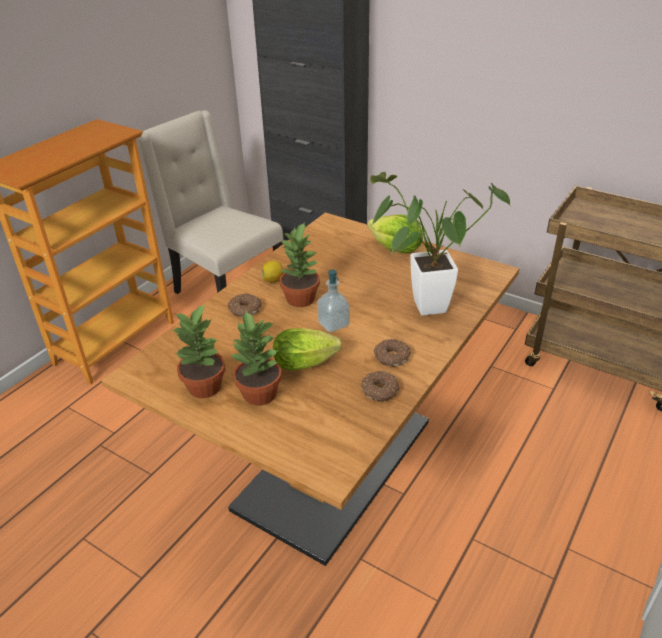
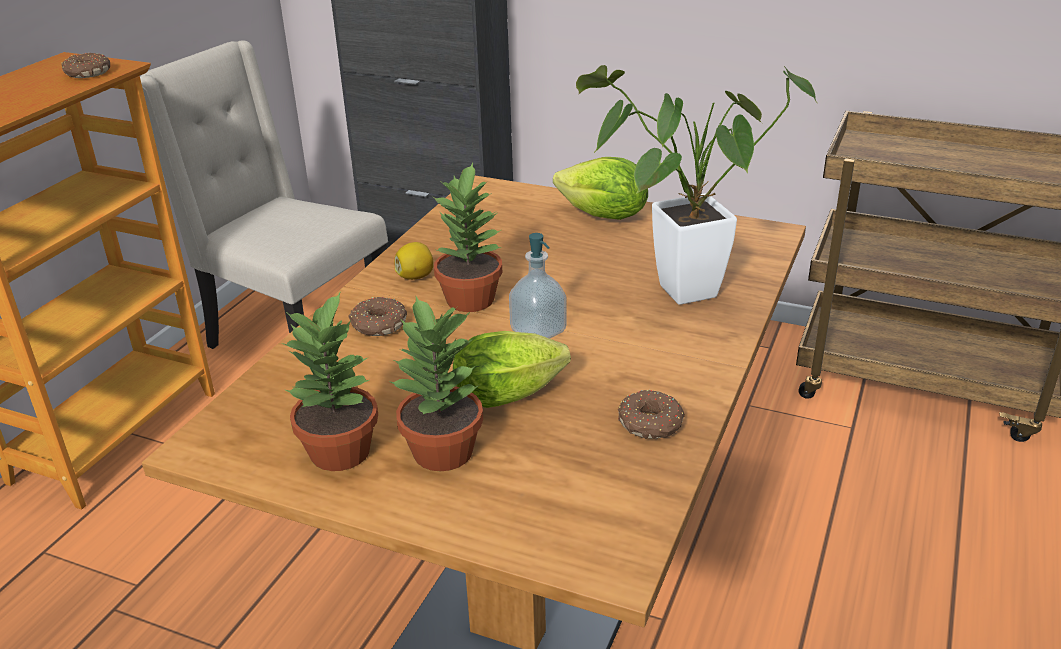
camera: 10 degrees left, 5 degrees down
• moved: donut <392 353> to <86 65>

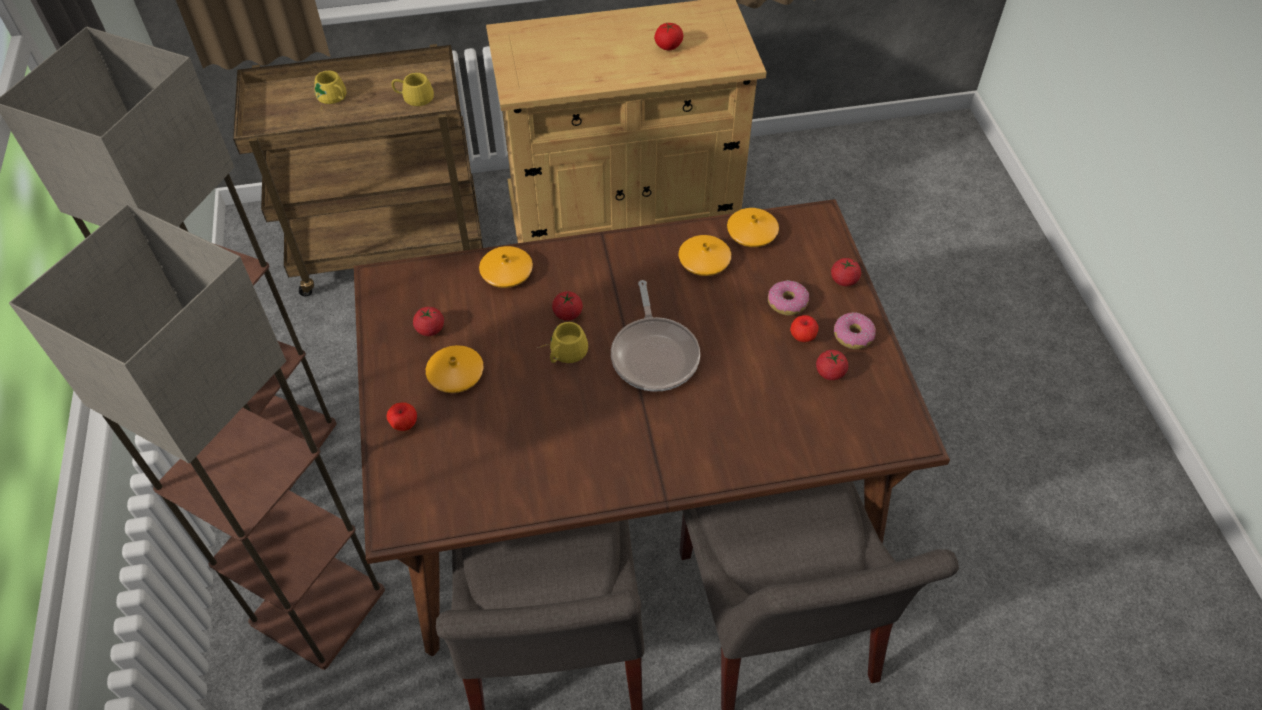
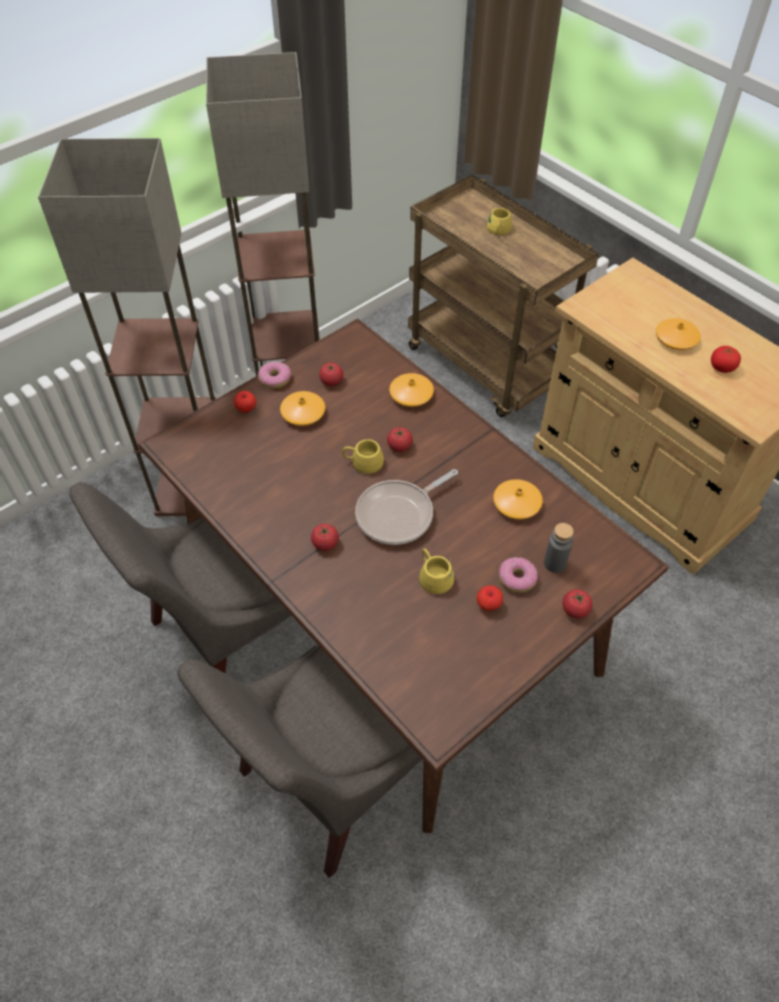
camera: 60 degrees right, 0 degrees up
• moved: yellow_mug <413 89> to <436 571>
• moved: orange_vase <753 227> to <678 334>
• moved: tomato <832 365> to <325 537>
• moved: donut <855 330> to <274 374>
• added: grey_bottle <559 548>

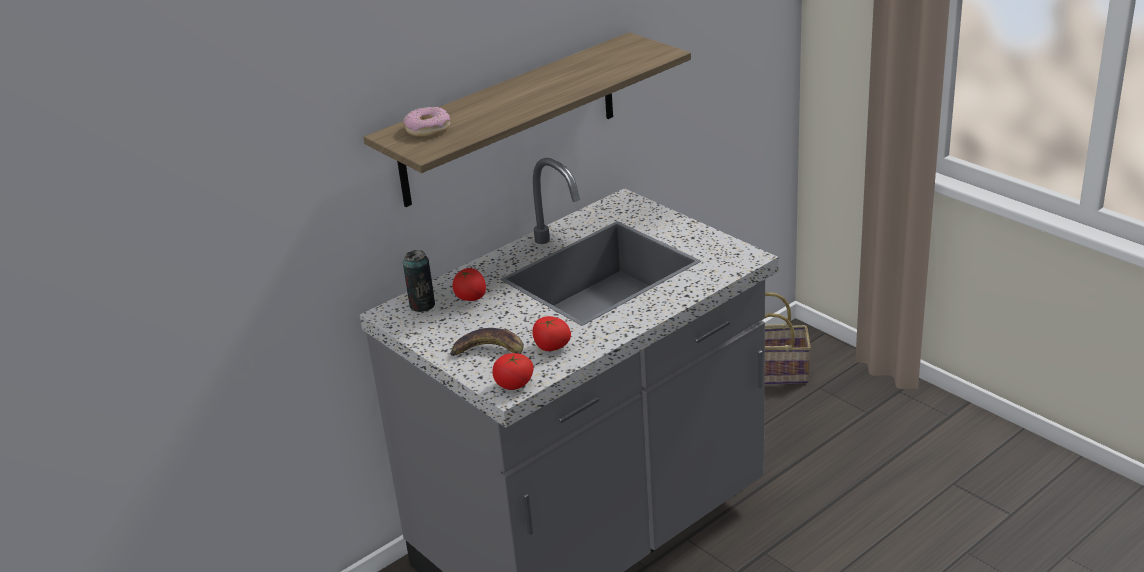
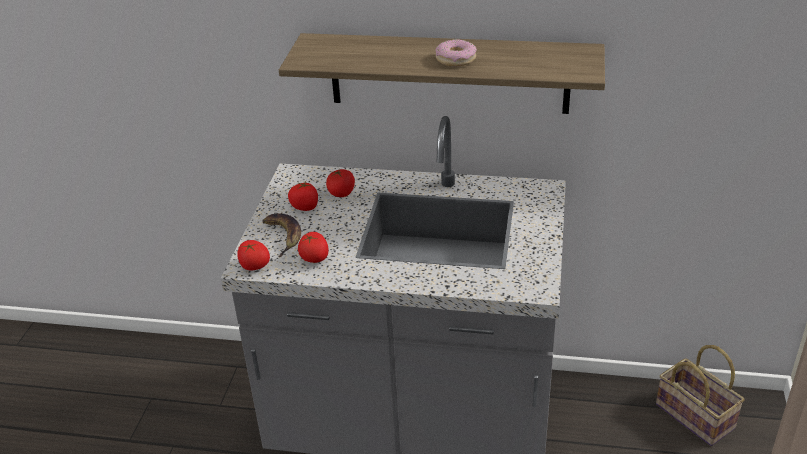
camera: 50 degrees right, 5 degrees up
• moved: donut <426 122> to <456 52>
• removed: can <419 281>
• added: tomato <303 196>

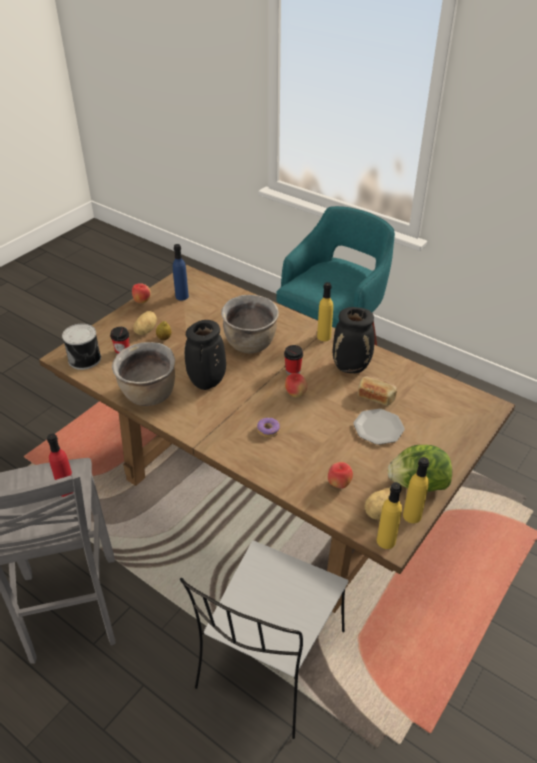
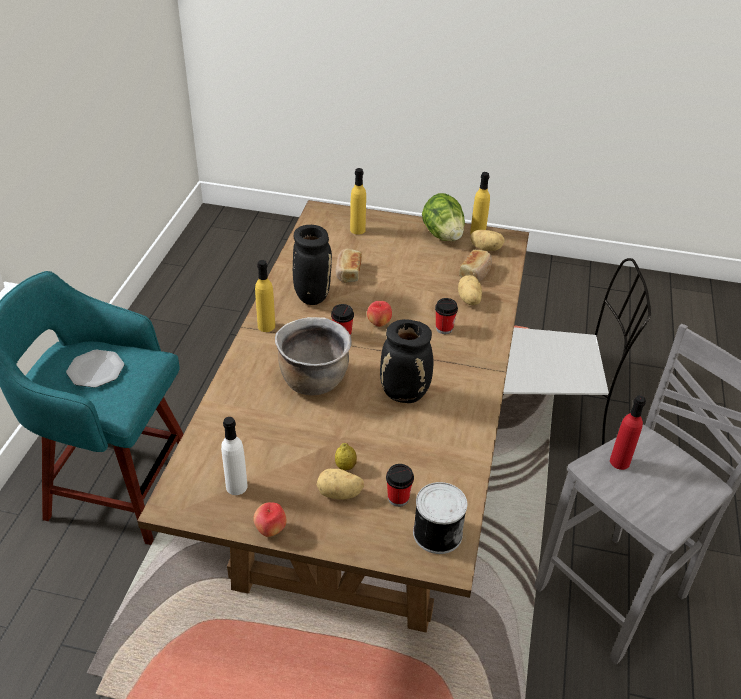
camera: 115 degrees left, 0 degrees up
• removed: brown_cooking_pot <143 374>
• recoloured: blue_bottle <181 272> to white_bottle <234 456>
• replaced: donut <268 427> to cup <446 316>
• replaced: apple <340 475> to bread <475 266>
• moved: plate <379 427> to <95 369>
• moved: yellow_bottle <389 515> to <358 201>
• added: potato <470 290>

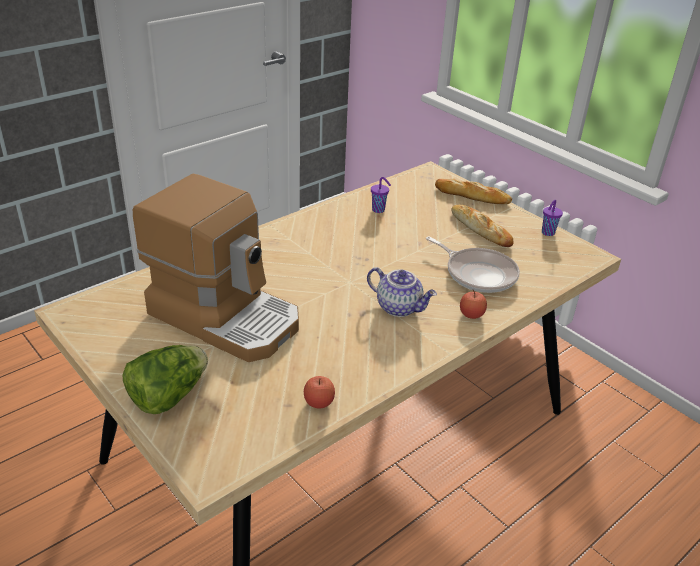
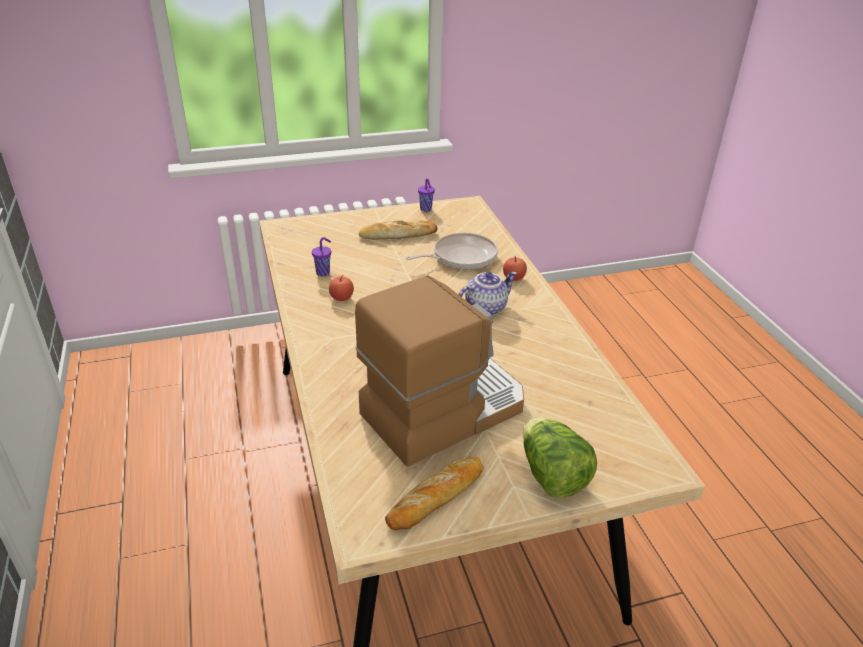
camera: 65 degrees left, 0 degrees up
• moved: apple <319 392> to <341 288>
• moved: bread <473 191> to <434 493>

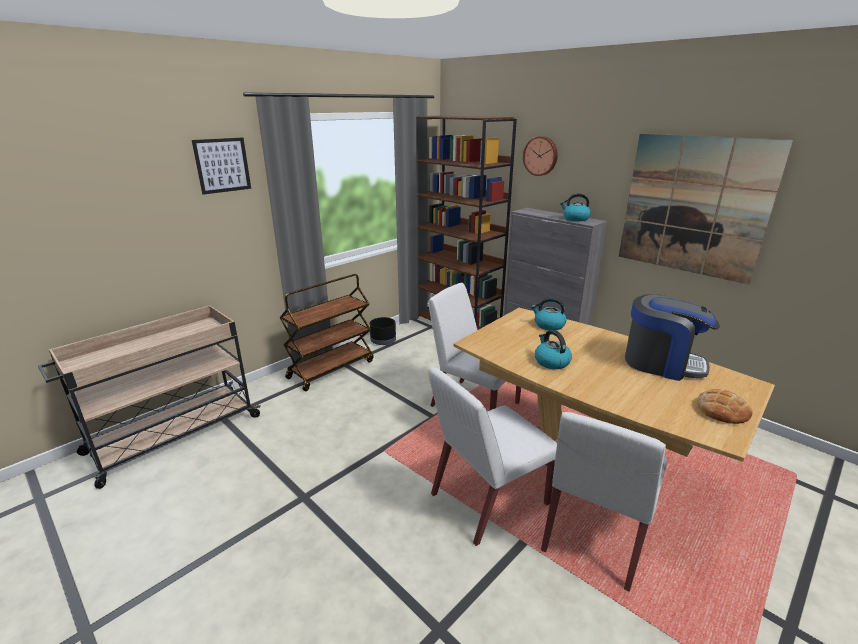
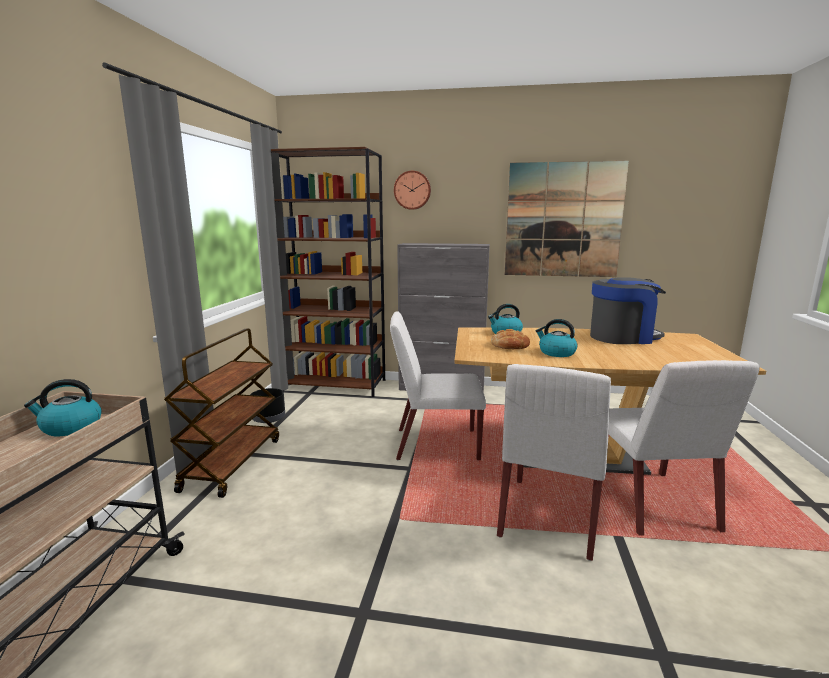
camera: 35 degrees left, 10 degrees down
• removed: picture <221 166>
• moved: kettle <575 207> to <63 407>
• moved: bread <725 406> to <510 339>

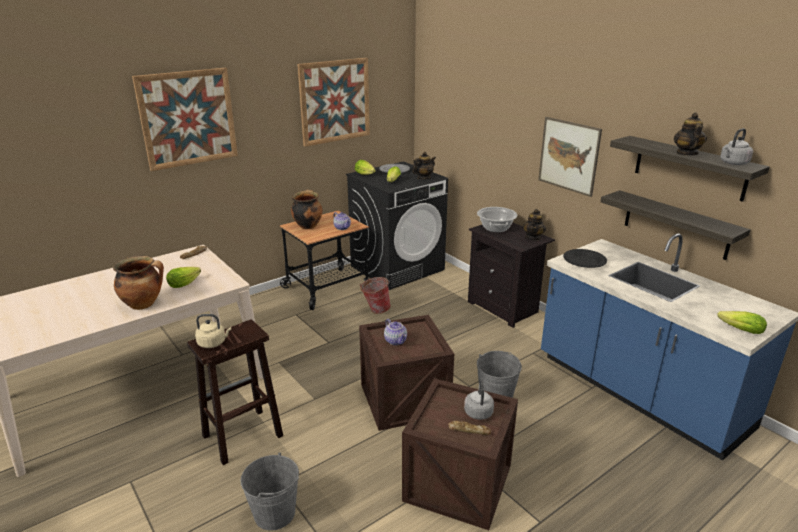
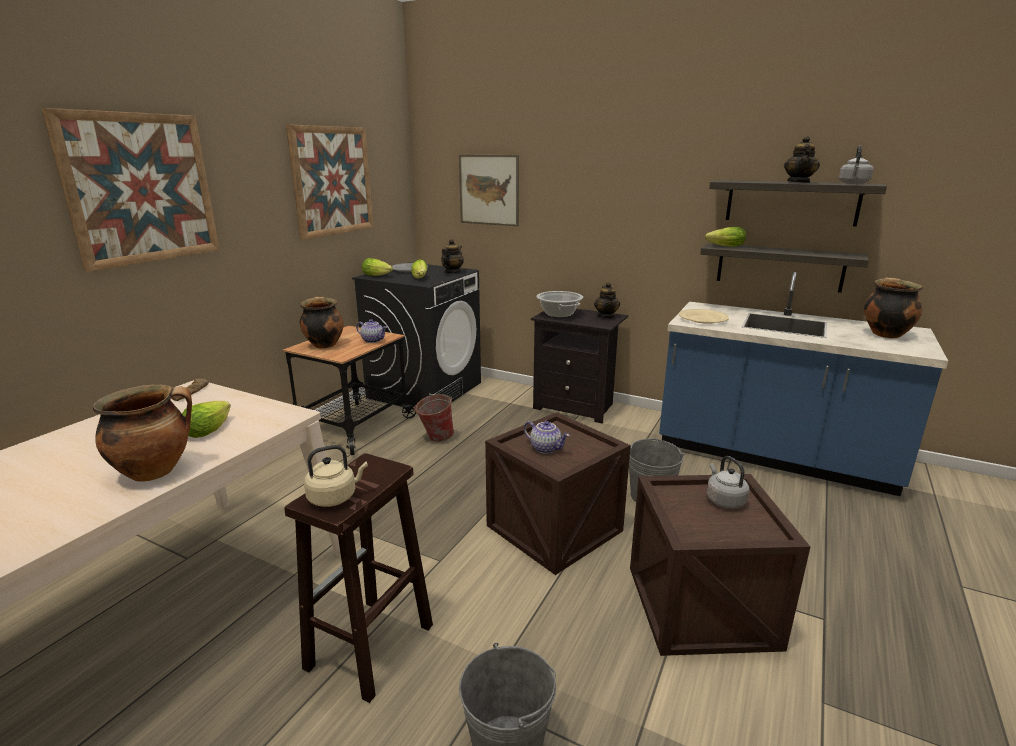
camera: 25 degrees left, 5 degrees down
• removed: bread <469 428>
• moved: picture <570 157> to <489 190>
• recoloured: black_plate <585 258> to beige_plate <704 316>
• turned: teapot <690 134> = <802 159> 150 degrees counterclockwise
• moved: lettuce <742 322> to <725 237>
• added: cooking_pot <893 307>

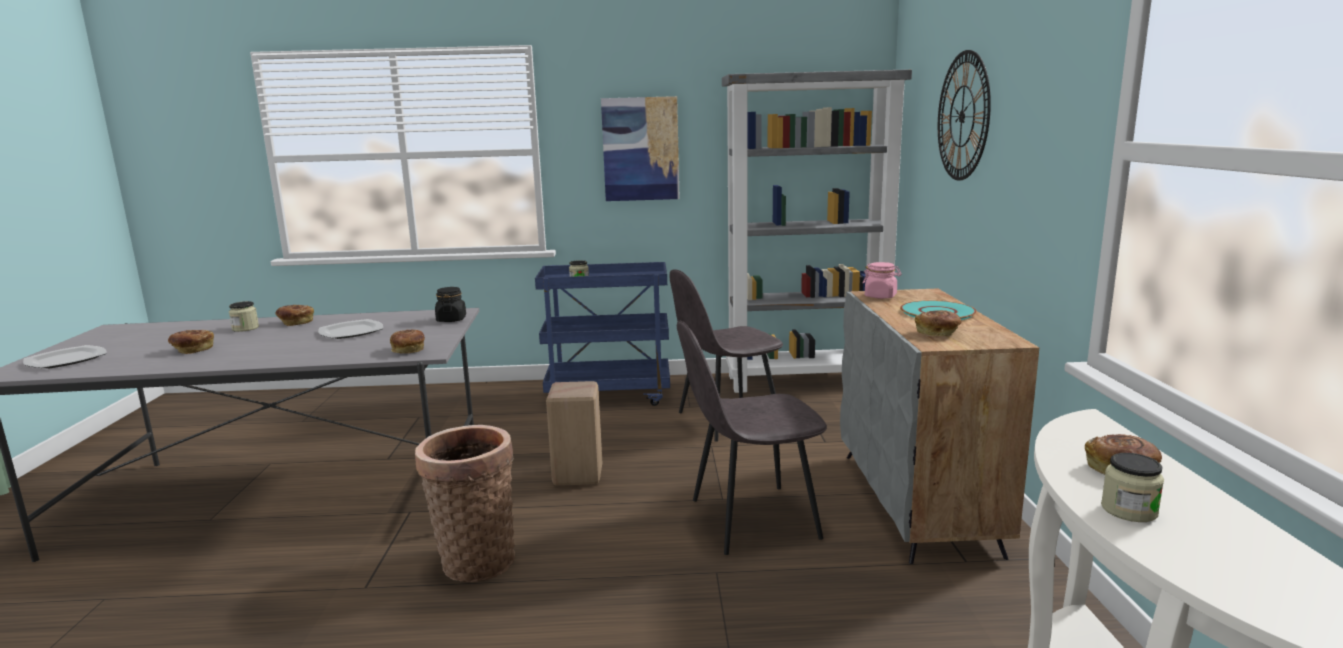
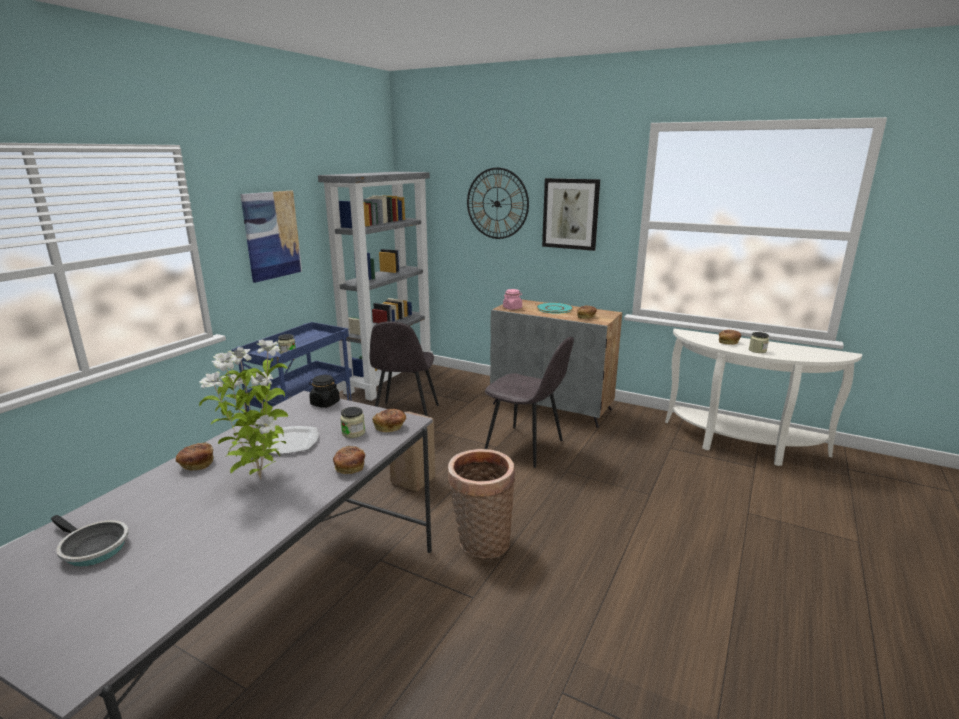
camera: 60 degrees left, 5 degrees up
• removed: plate <65 356>
• moved: bread <191 342> to <349 460>
• moved: jar <244 316> to <352 422>
• turned: grey_chair <752 438> = <529 402> 75 degrees counterclockwise
• added: frying_pan <90 541>
• added: potted_plant <243 409>
• added: picture <571 214>

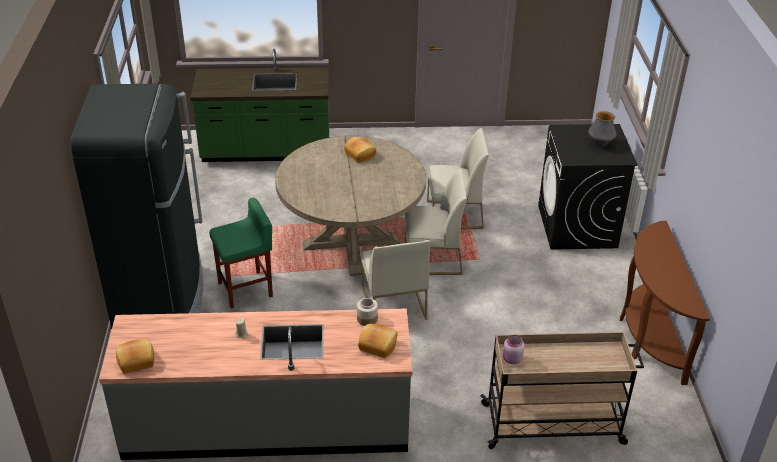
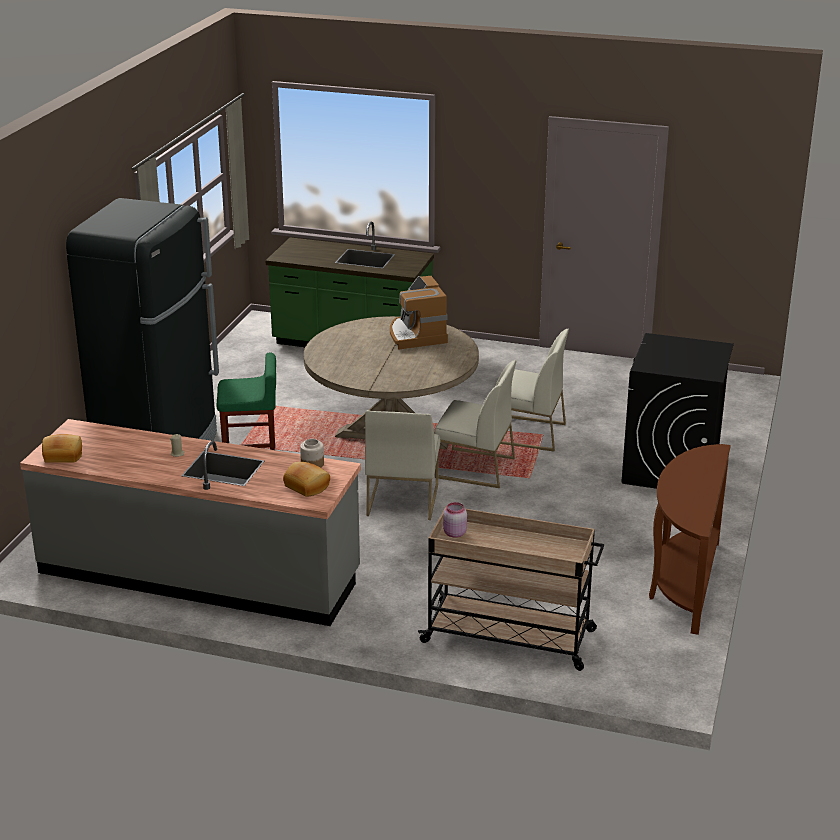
camera: 20 degrees right, 10 degrees down
• replaced: bread <360 150> to coffee_machine <419 313>
• removed: vase <602 129>

